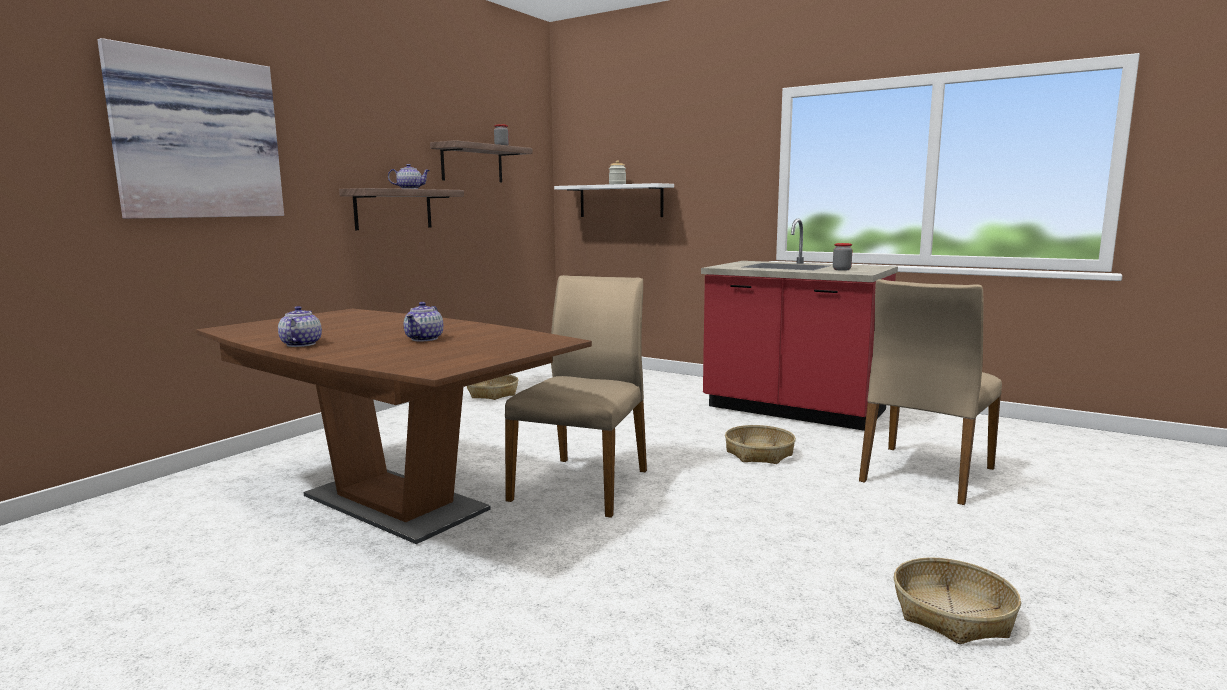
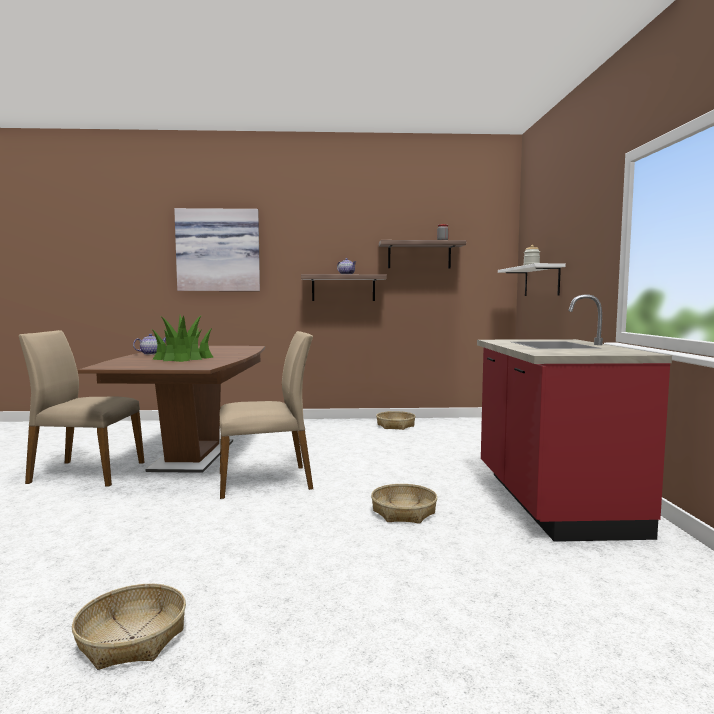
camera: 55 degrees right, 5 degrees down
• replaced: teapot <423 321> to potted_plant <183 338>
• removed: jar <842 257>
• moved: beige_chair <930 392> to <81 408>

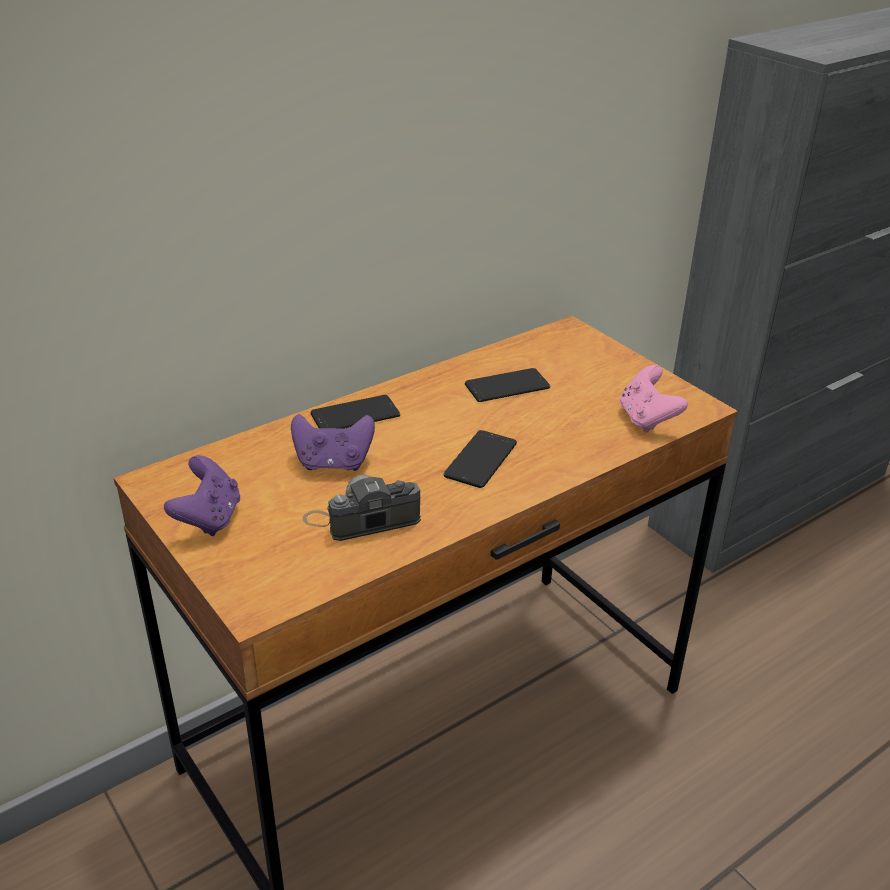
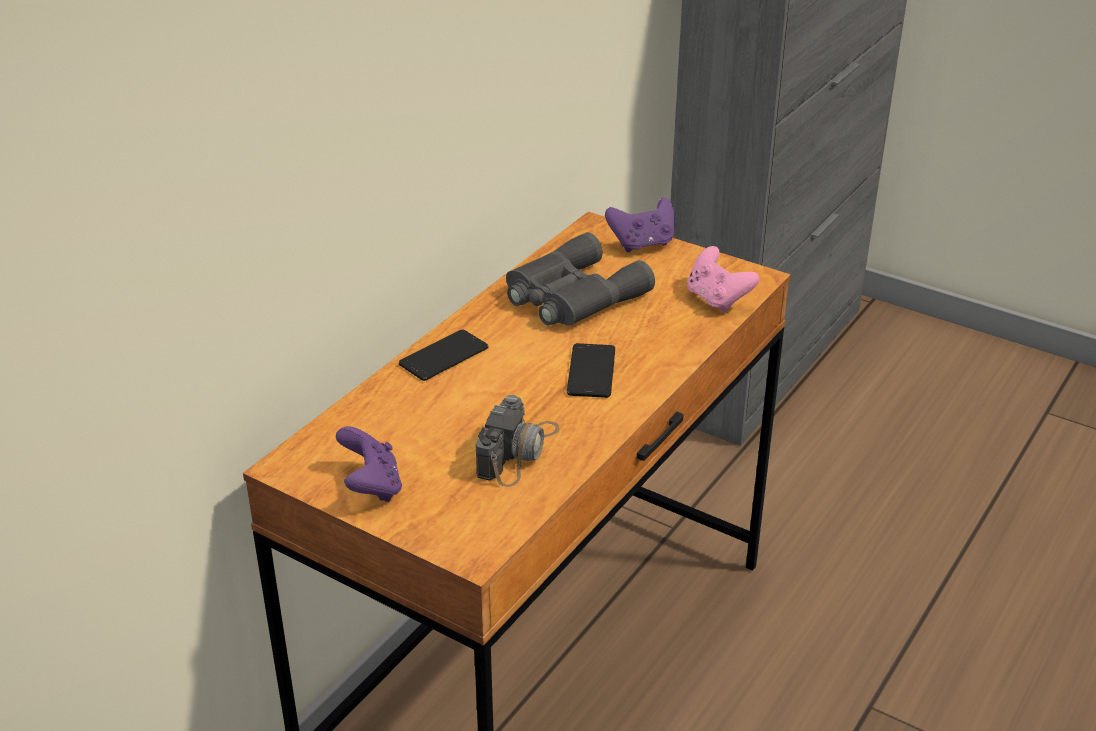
camera: 20 degrees left, 0 degrees up
• moved: purple_game_controller <333 442> to <640 225>
• turned: photo_camera <362 508> = <517 441> 150 degrees clockwise
• replaced: phone <507 385> to grey_binoculars <580 279>

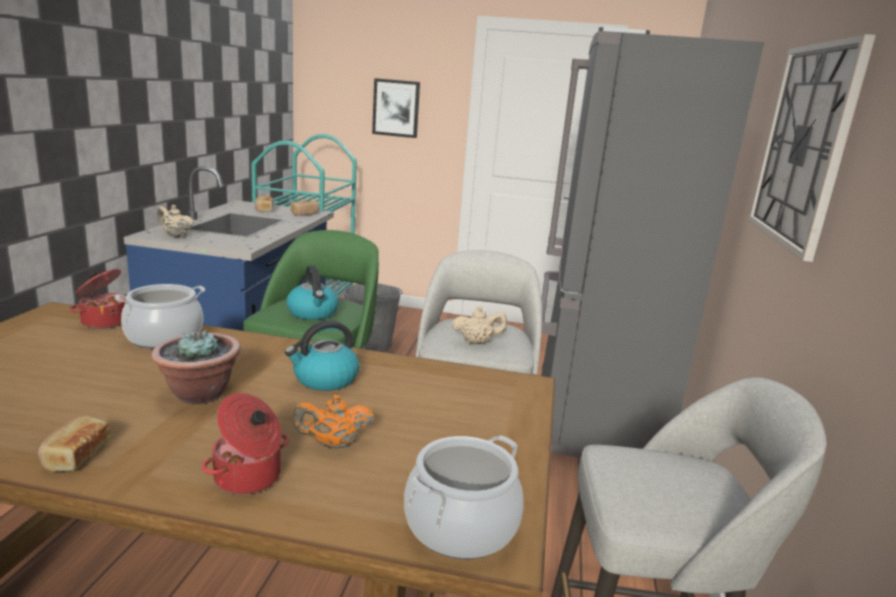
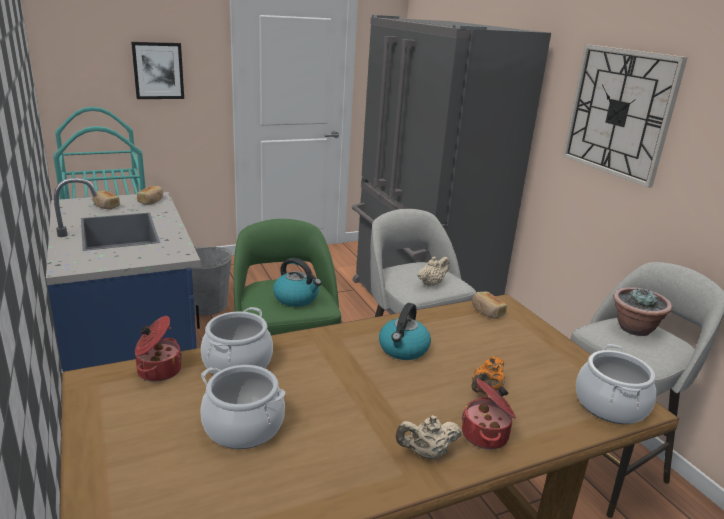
camera: 35 degrees left, 5 degrees up
• moved: bread <74 444> to <489 305>
• moved: potted_plant <196 366> to <642 311>
• moved: beige_teapot <175 221> to <428 437>
• added: cooking_pot <243 407>

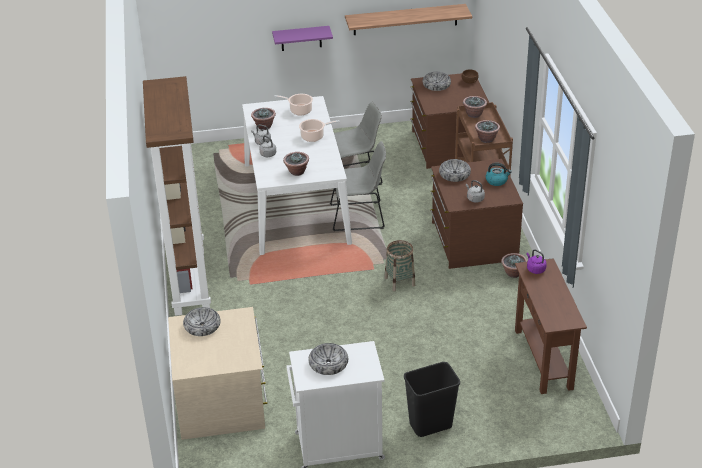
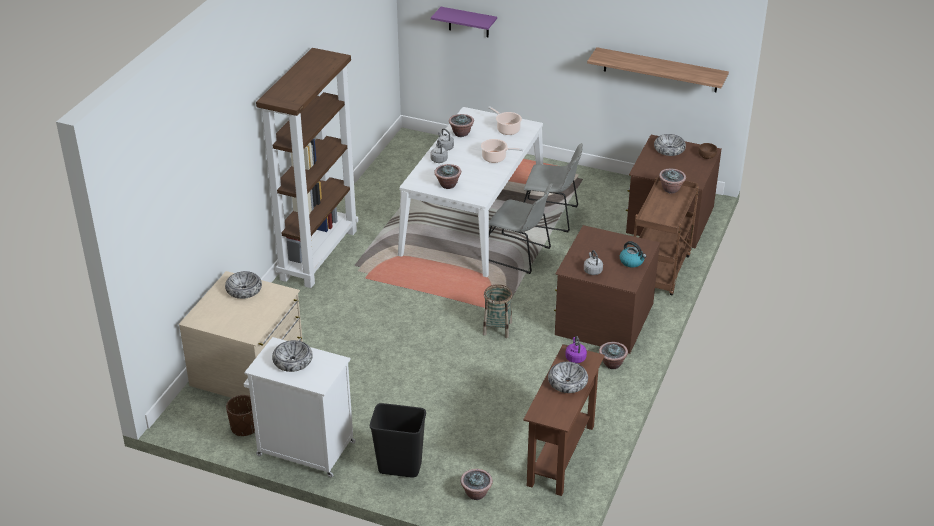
camera: 30 degrees right, 0 degrees up
• moved: purple_shelf <302 38> to <464 22>
• moved: bowl <455 170> to <568 377>
• moved: potted_plant <487 131> to <476 484>
• added: brown_planter <240 415>

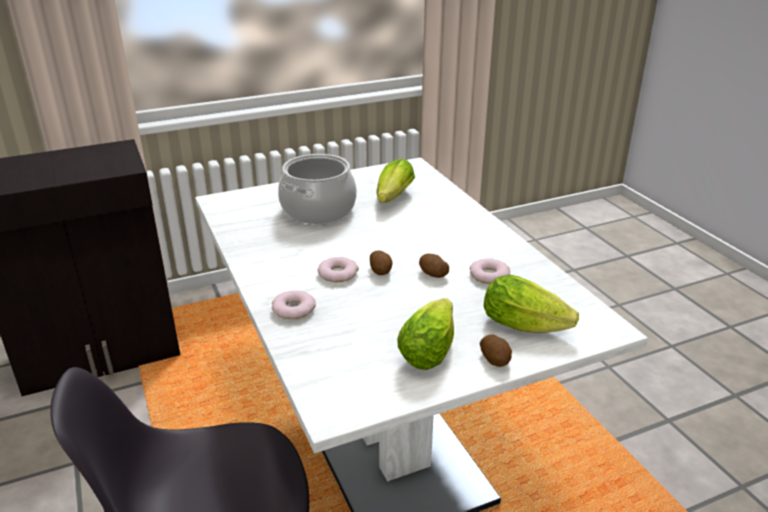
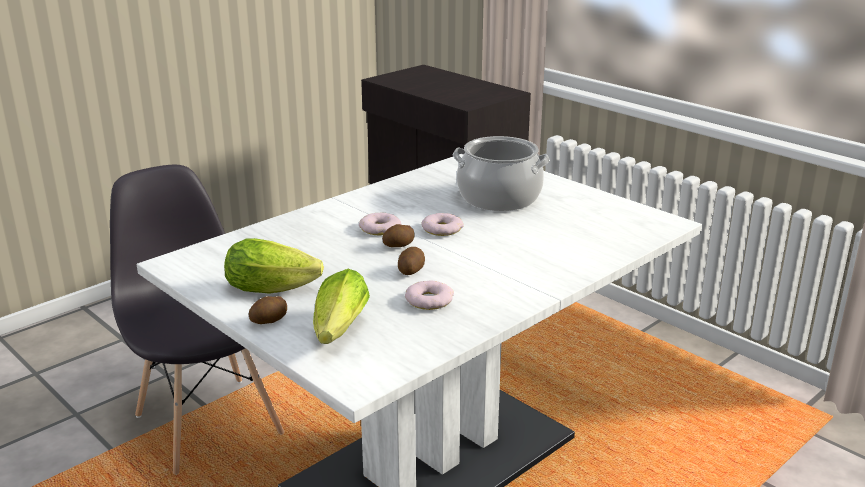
camera: 70 degrees right, 5 degrees down
• moved: donut <294 304> to <442 224>
• removed: lettuce <396 181>

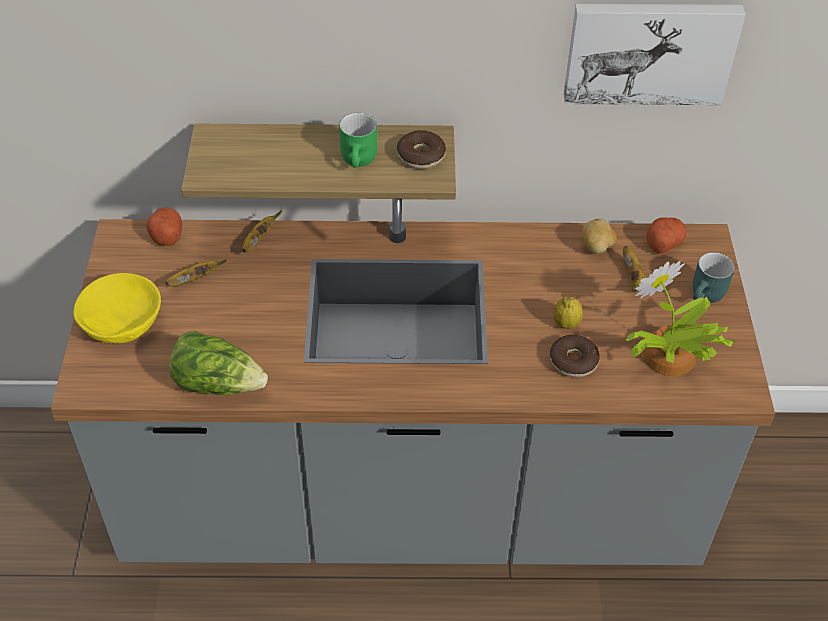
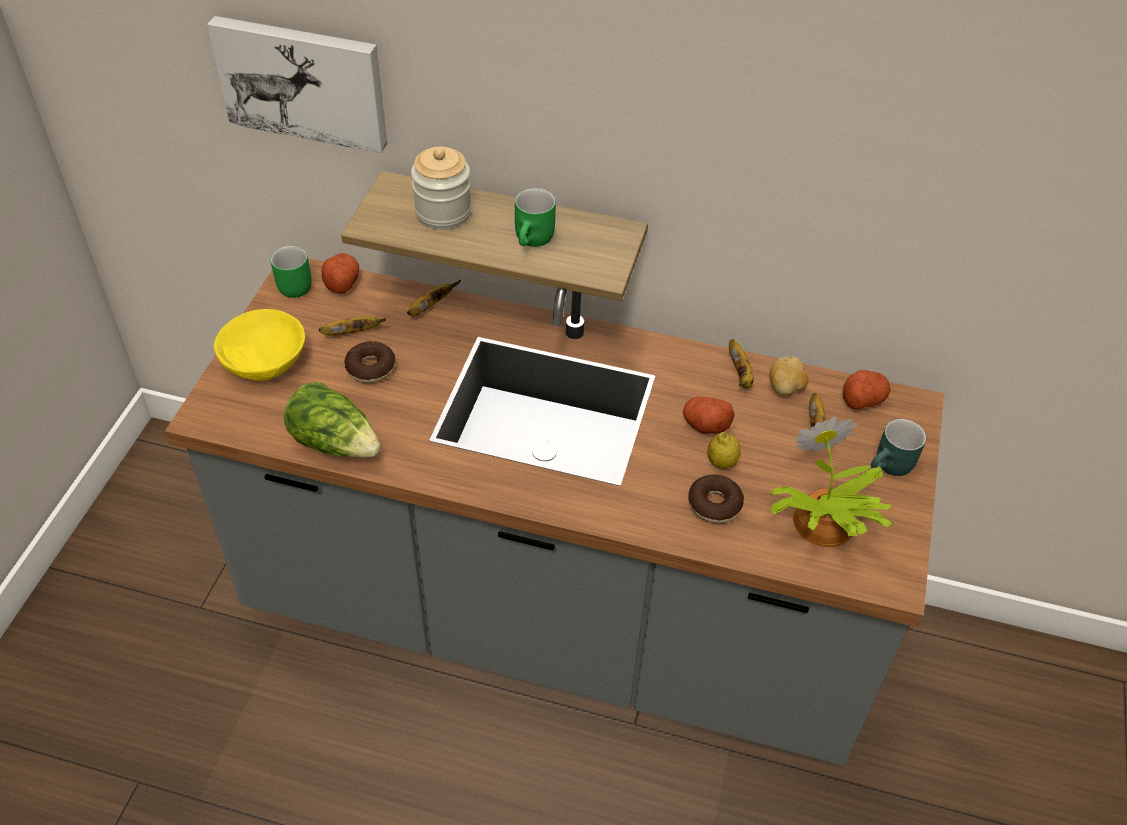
camera: 15 degrees right, 0 degrees up
• moved: donut <421 149> to <370 362>
• moved: picture <655 54> to <297 84>
• added: green_mug <291 272>
• added: jar <441 188>
• added: potato <709 415>
• added: banana <741 363>

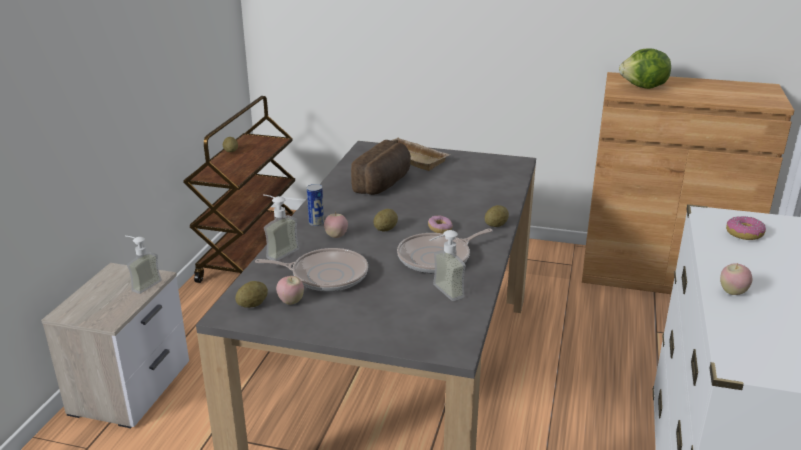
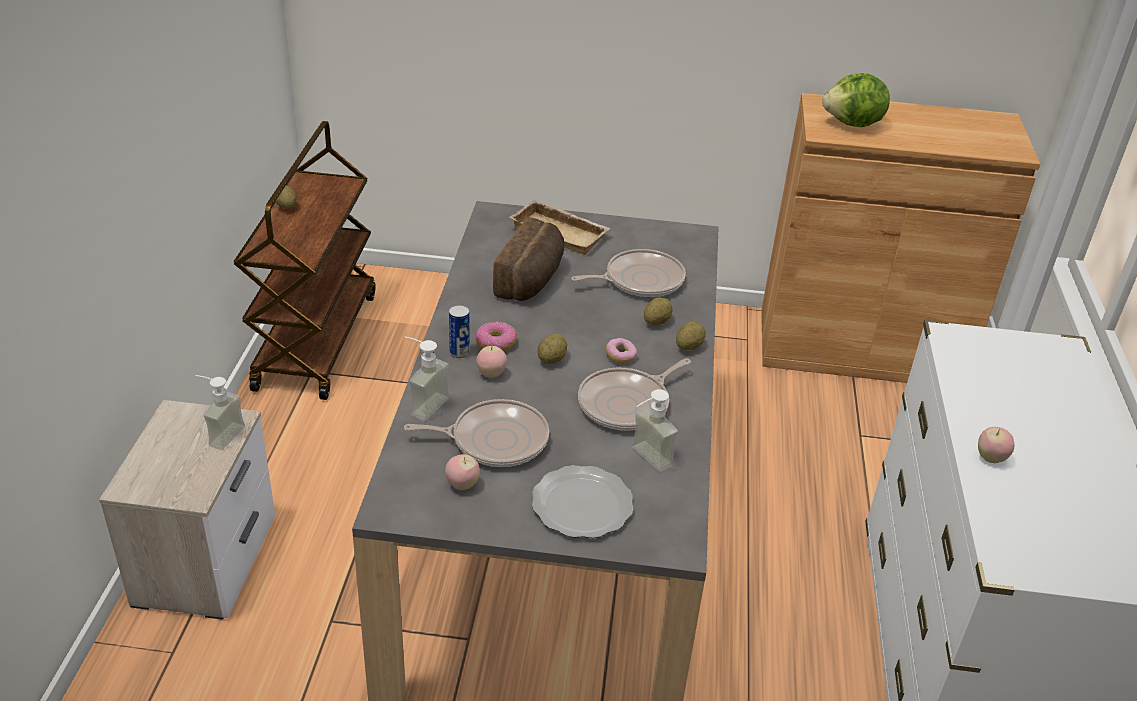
camera: 10 degrees left, 10 degrees up
• moved: potato <251 294> to <658 311>
• moved: donut <746 228> to <496 336>
• added: plate <582 501>
• added: frying_pan <628 273>

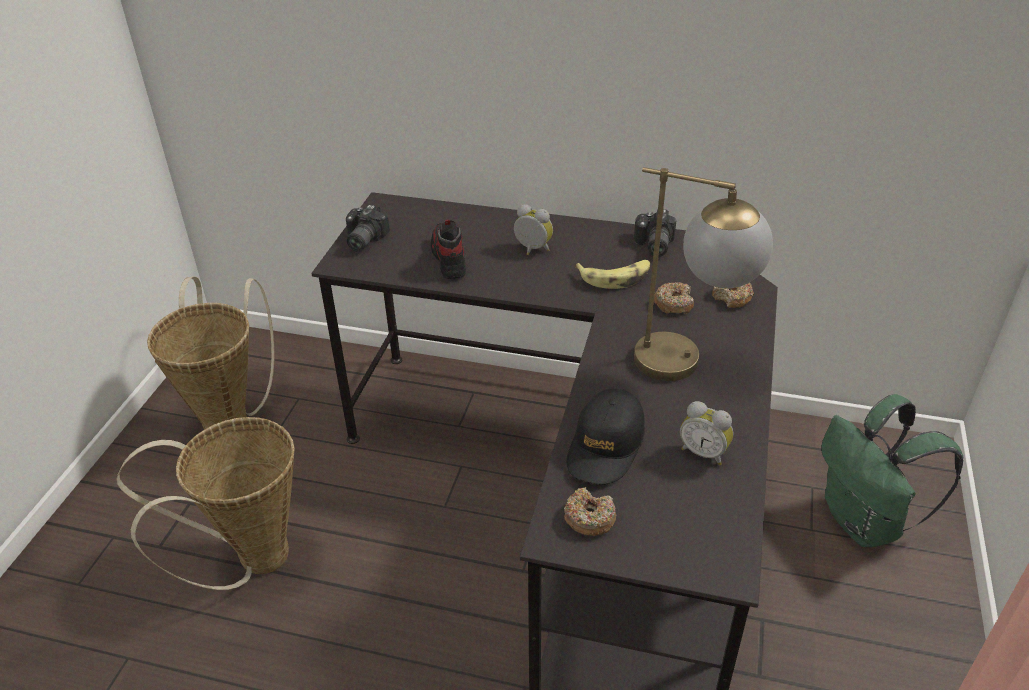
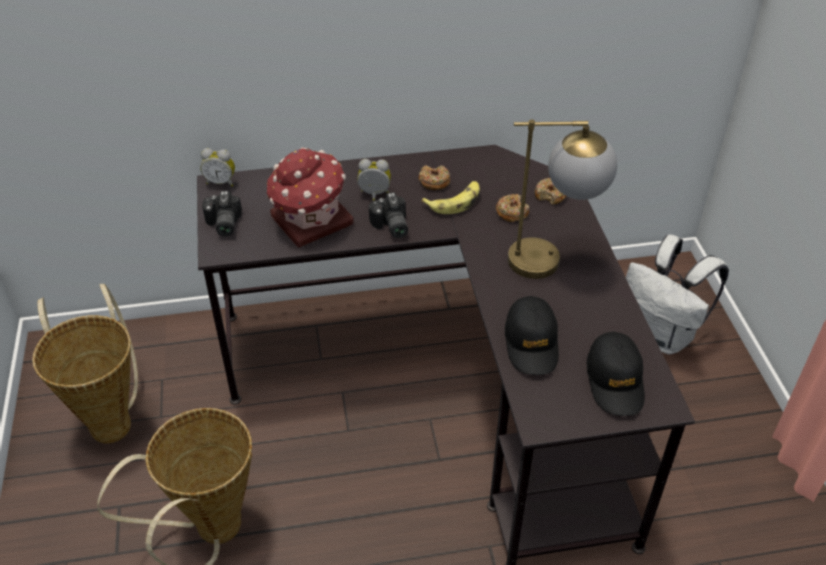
camera: 25 degrees left, 5 degrees up
• replaced: shoe <448 249> to toy_house <310 197>
• moved: donut <590 511> to <434 177>
• moved: photo_camera <655 233> to <388 215>
• moved: alarm_clock <706 433> to <217 167>
• recoloured: green_backpack <892 470> to white_backpack <677 295>
• added: black_cap <616 374>

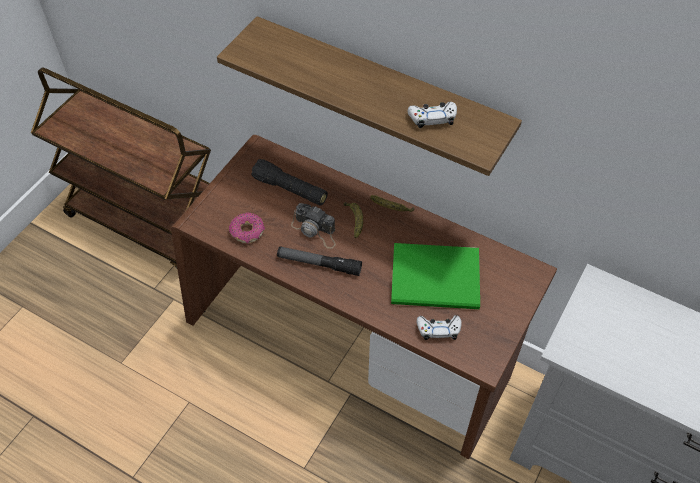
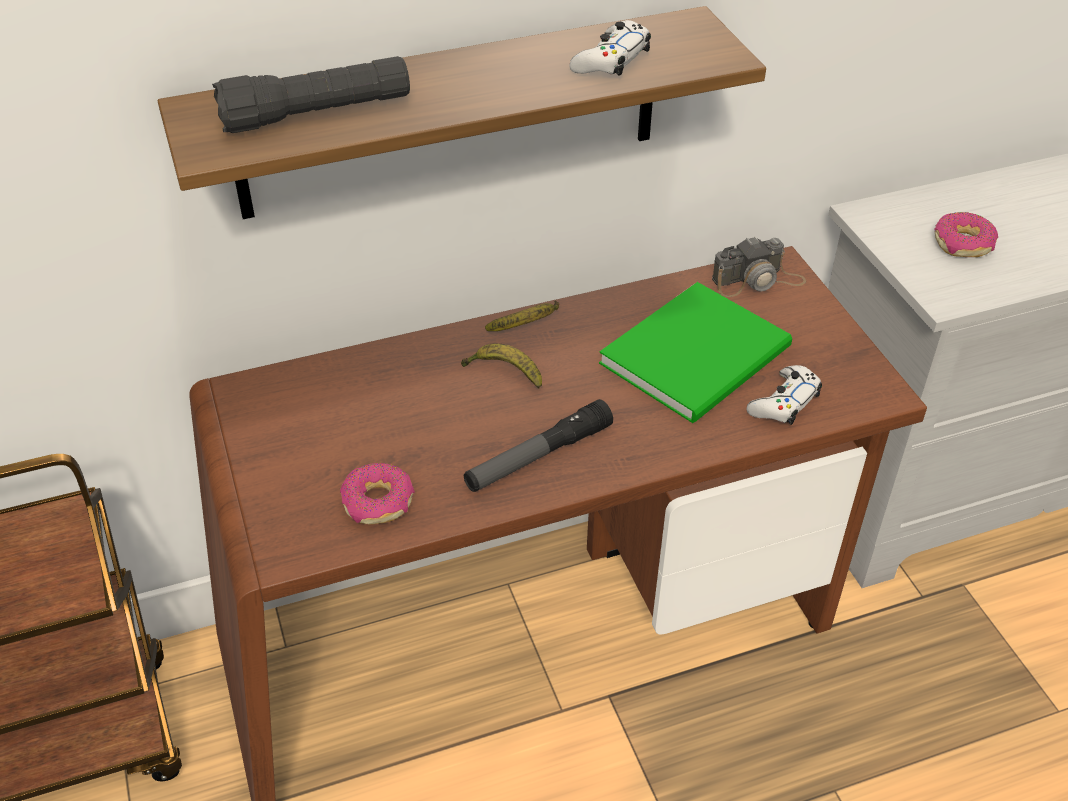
camera: 50 degrees left, 10 degrees down
• moved: black_flashlight <289 182> to <311 94>
• moved: photo_camera <313 226> to <759 266>
• added: donut <966 234>

